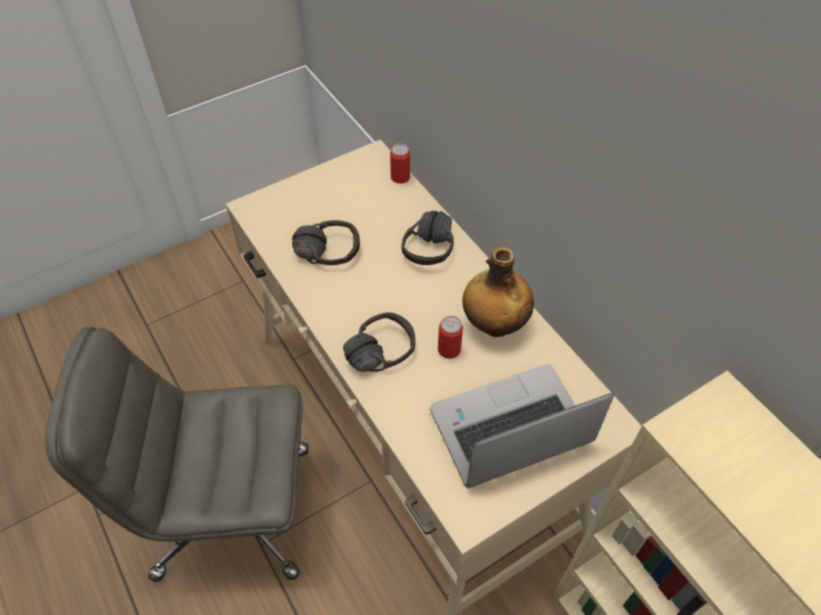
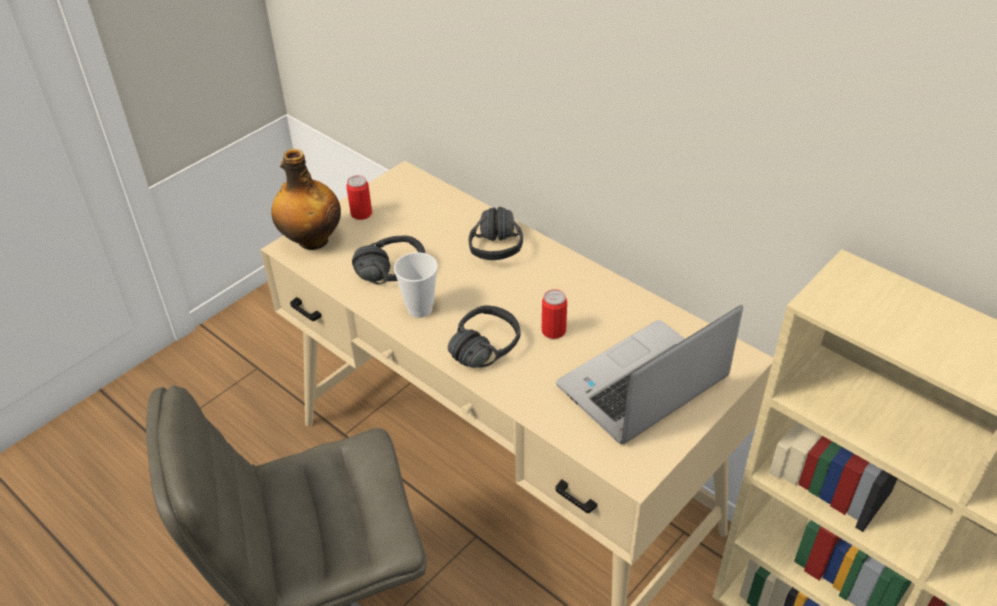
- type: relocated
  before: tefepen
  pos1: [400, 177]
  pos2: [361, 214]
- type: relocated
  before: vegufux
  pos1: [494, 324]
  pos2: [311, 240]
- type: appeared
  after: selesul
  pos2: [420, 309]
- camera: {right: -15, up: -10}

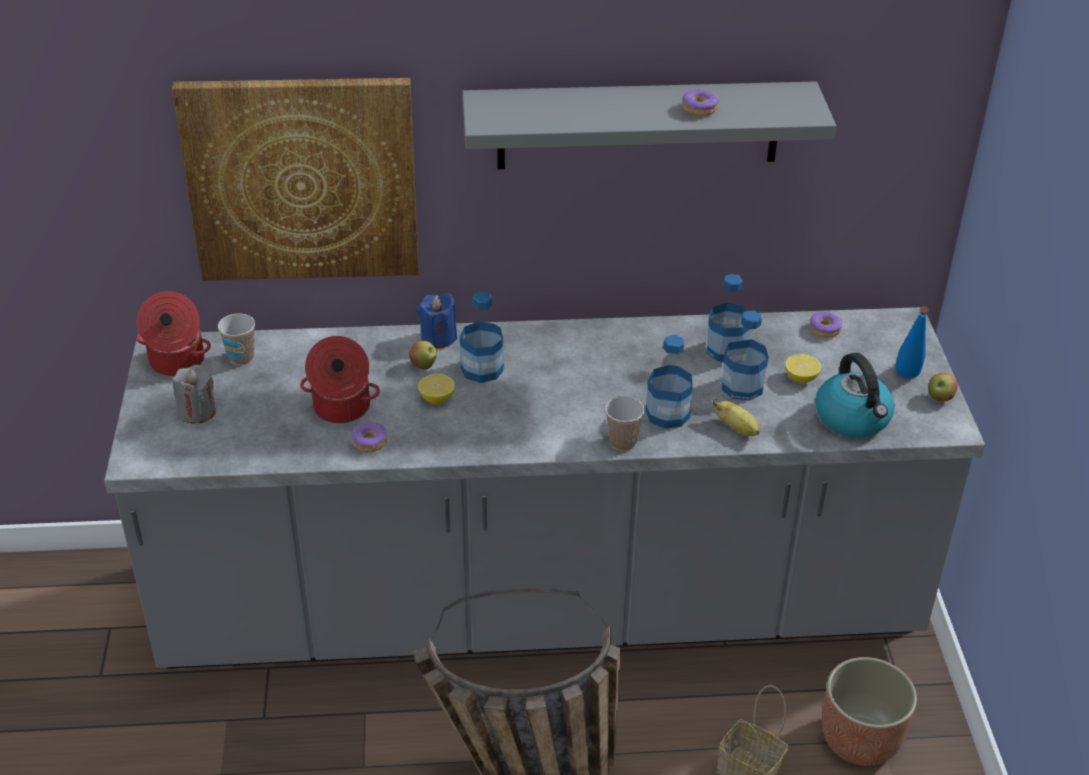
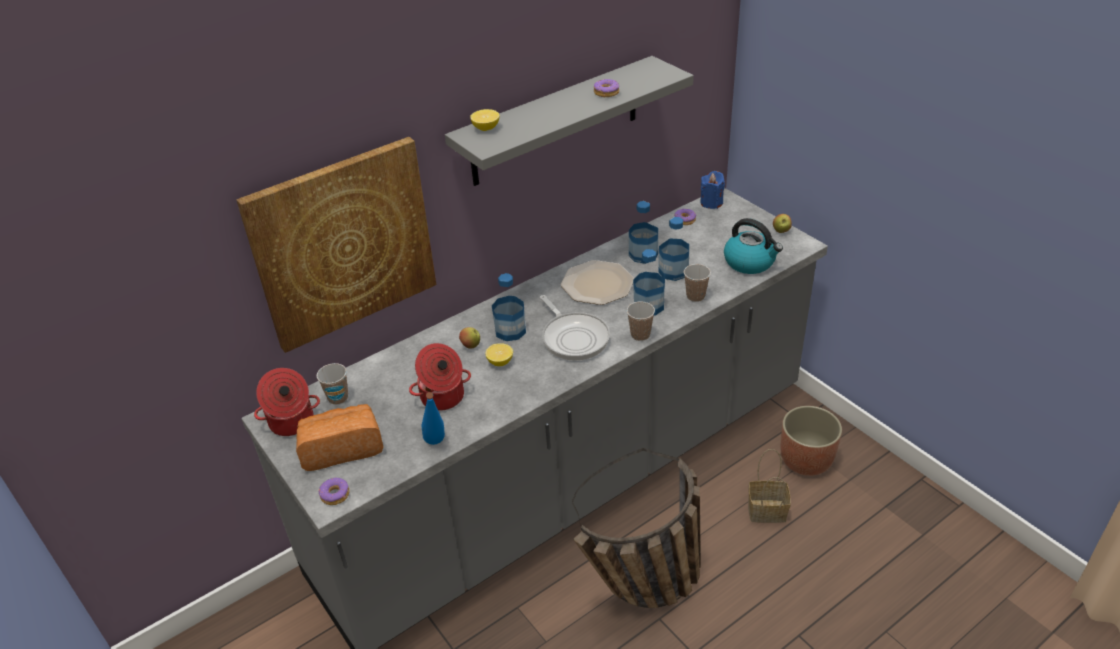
- type: relocated
  before: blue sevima
  pos1: [438, 338]
  pos2: [711, 202]
- type: relocated
  before: blue vegufux
  pos1: [906, 380]
  pos2: [437, 446]
- type: relocated
  before: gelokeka
  pos1: [801, 378]
  pos2: [486, 128]
- type: exchanged
  before: grey sevima
  after: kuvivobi
  pos1: [197, 412]
  pos2: [342, 448]
- type: exchanged
  before: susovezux
  after: selesul
  pos1: [737, 428]
  pos2: [695, 296]
- type: relocated
  before: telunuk
  pos1: [369, 442]
  pos2: [335, 495]
- type: appeared
  after: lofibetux
  pos2: [597, 283]
- type: appeared
  after: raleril
  pos2: [573, 337]
- camera: {right: -30, up: 0}

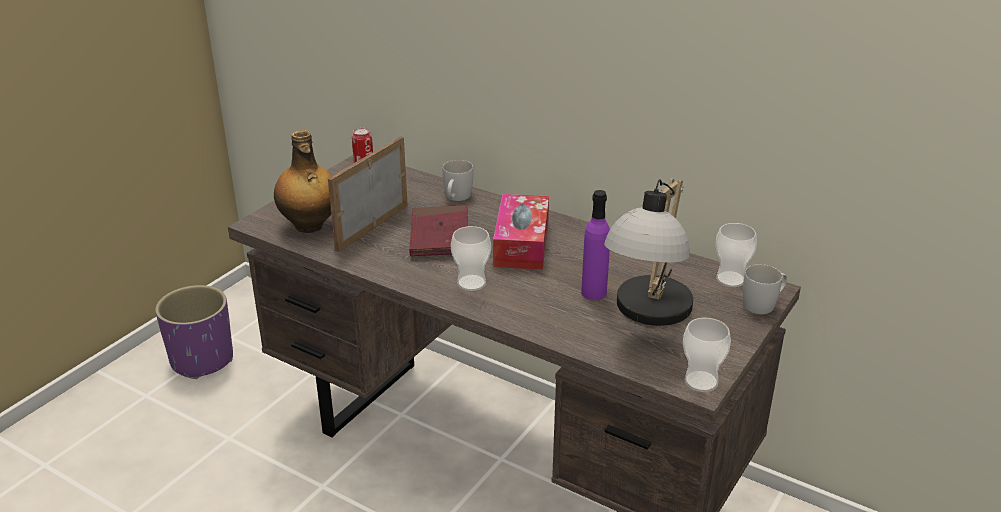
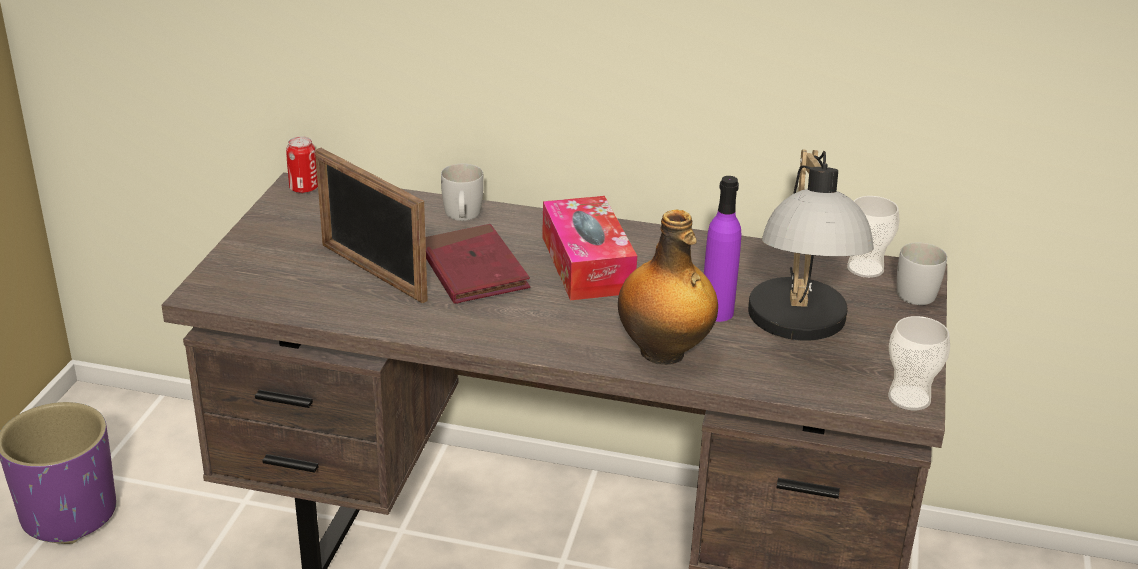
- type: relocated
  before: vegufux
  pos1: [309, 226]
  pos2: [664, 353]
- type: spun
  before: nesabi
  pos1: [372, 227]
  pos2: [372, 272]
  turn: -60
- type: missing
  before: selesul
  pos1: [471, 283]
- camera: {right: -20, up: 0}

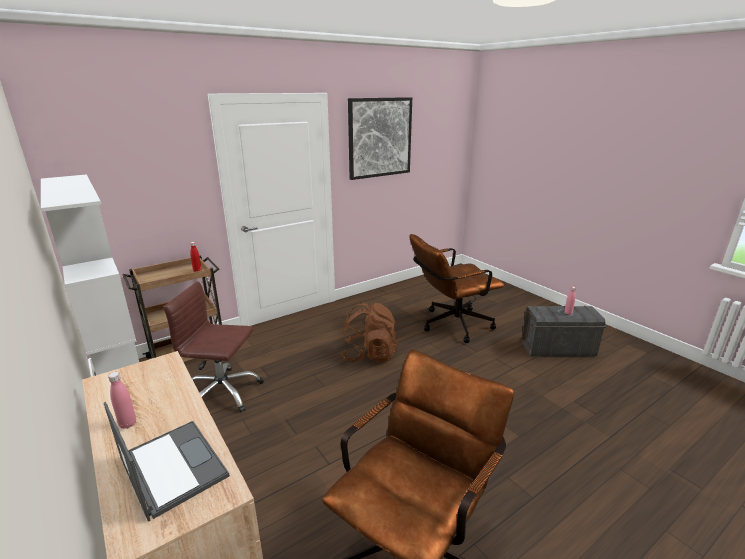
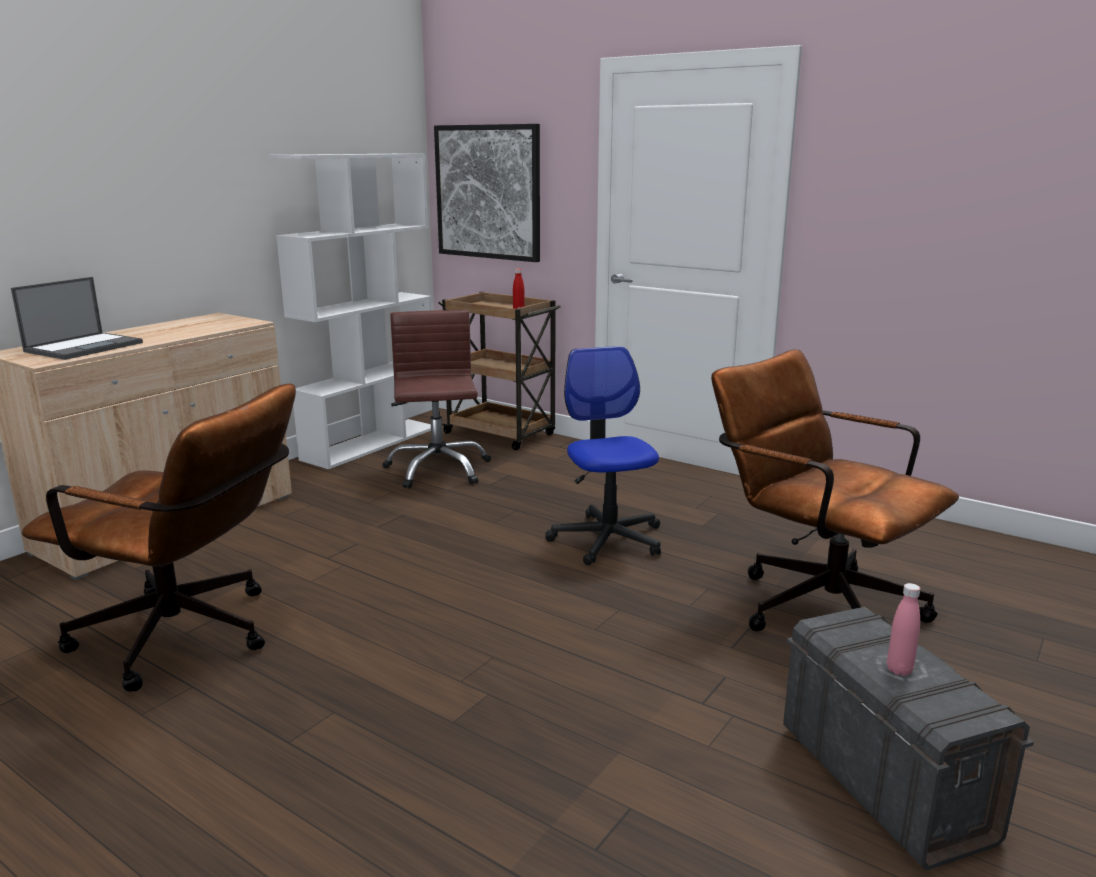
- type: relocated
  before: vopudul
  pos1: [380, 138]
  pos2: [488, 192]
- type: exchanged
  before: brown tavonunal
  after: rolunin
  pos1: [369, 355]
  pos2: [607, 539]
- type: missing
  before: pink vegufux
  pos1: [128, 424]
- camera: {right: 70, up: -5}

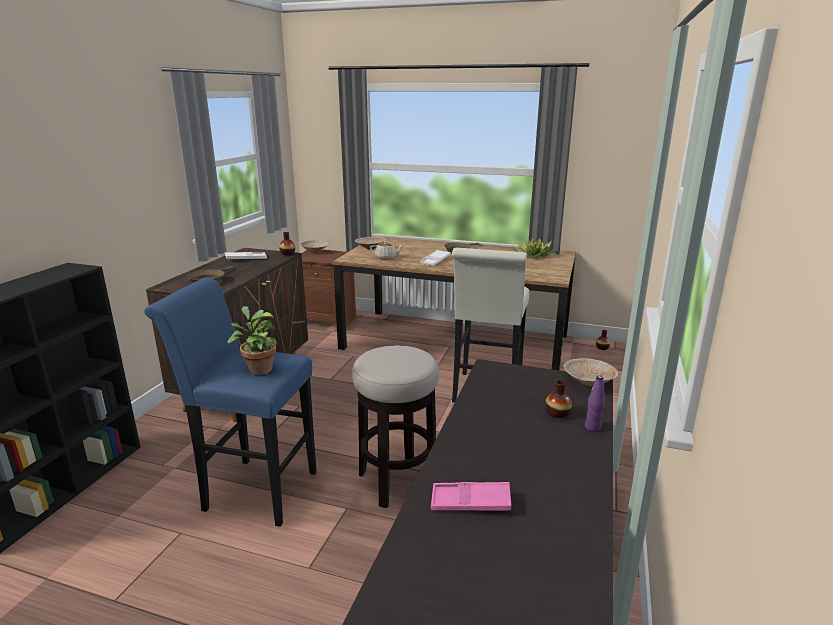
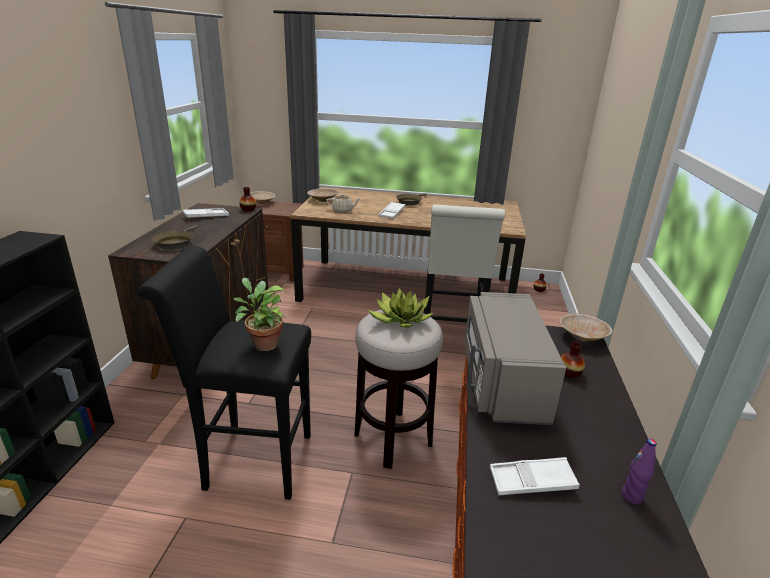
- type: relocated
  before: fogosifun
  pos1: [532, 256]
  pos2: [400, 319]
- type: colour
  before: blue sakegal
  after: black sakegal
  pos1: [253, 489]
  pos2: [250, 460]
- type: relocated
  before: purple vegufux
  pos1: [592, 427]
  pos2: [631, 496]
- type: colour
  before: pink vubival
  after: white vubival
  pos1: [470, 502]
  pos2: [532, 481]
- type: appeared
  after: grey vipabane
  pos2: [501, 382]
- camera: {right: -10, up: 5}

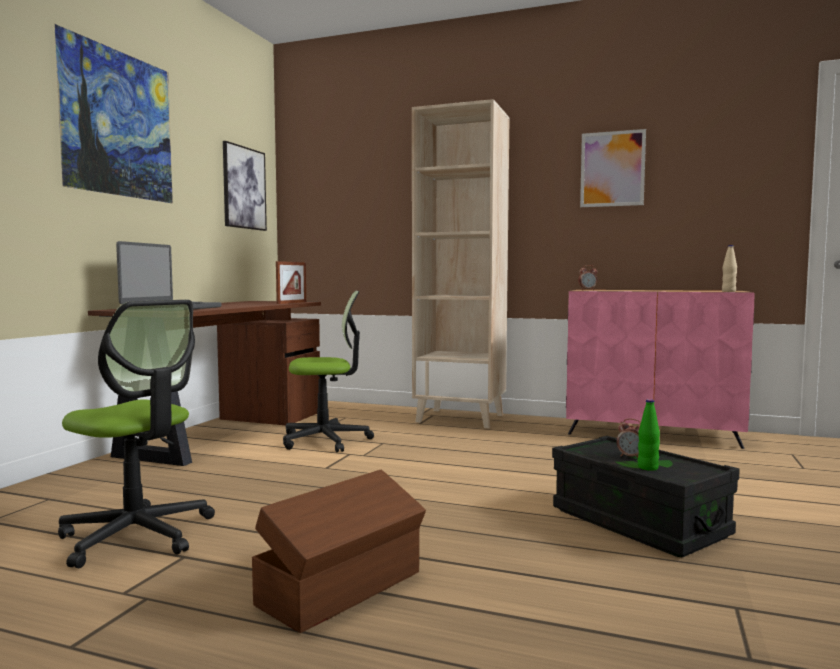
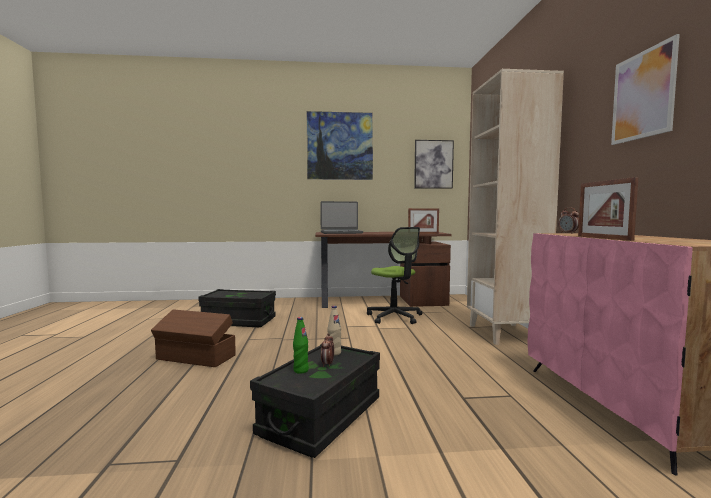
- type: relocated
  before: beige vegufux
  pos1: [728, 291]
  pos2: [334, 353]
- type: exchanged
  before: rolunin
  after: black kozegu
  pos1: [137, 535]
  pos2: [239, 321]
- type: appeared
  after: nesabi
  pos2: [603, 238]
- camera: {right: 65, up: 0}

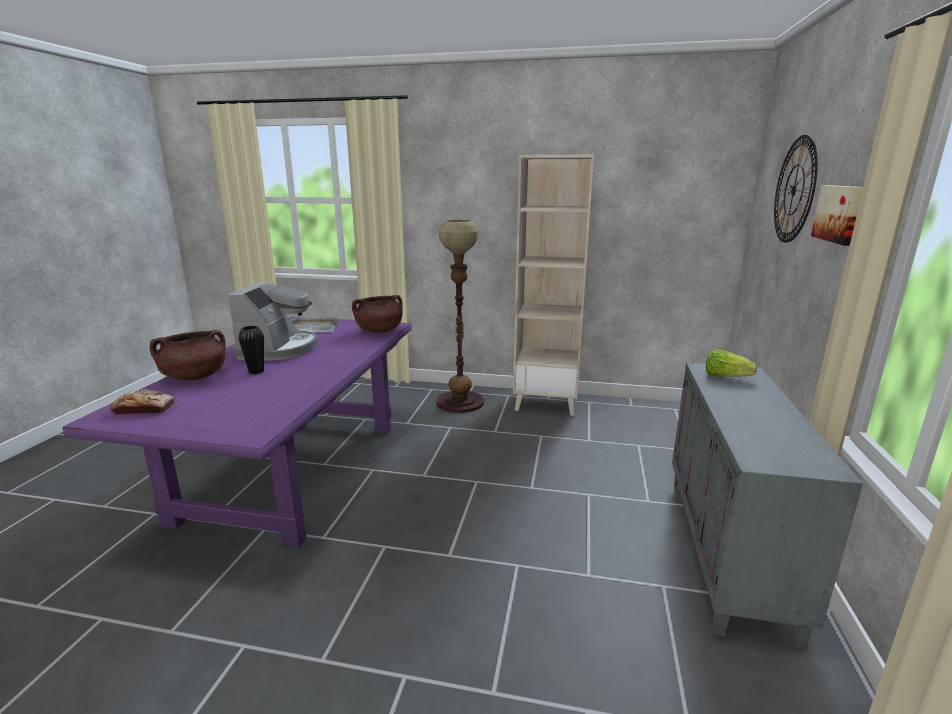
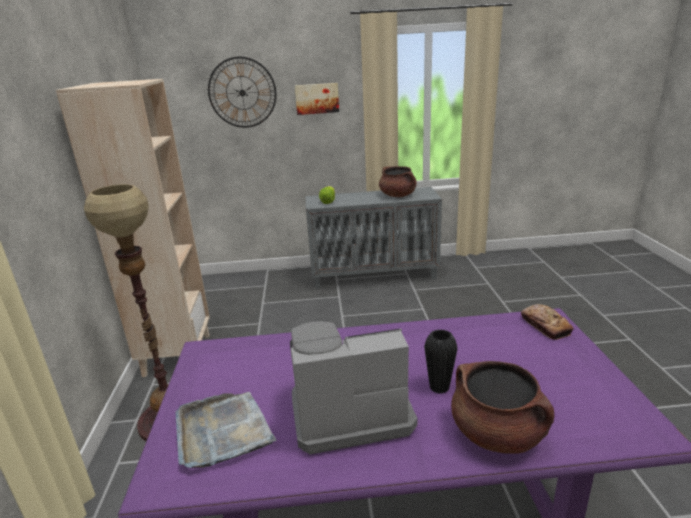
- type: relocated
  before: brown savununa
  pos1: [379, 331]
  pos2: [398, 195]
- type: relocated
  before: kuvivobi
  pos1: [144, 409]
  pos2: [545, 326]
- camera: {right: -105, up: 5}

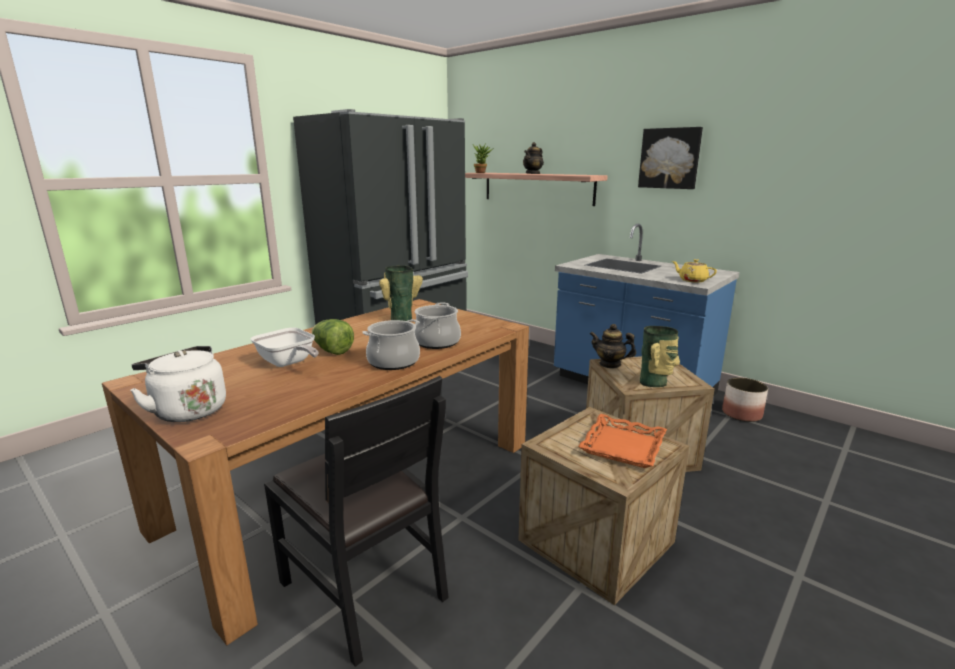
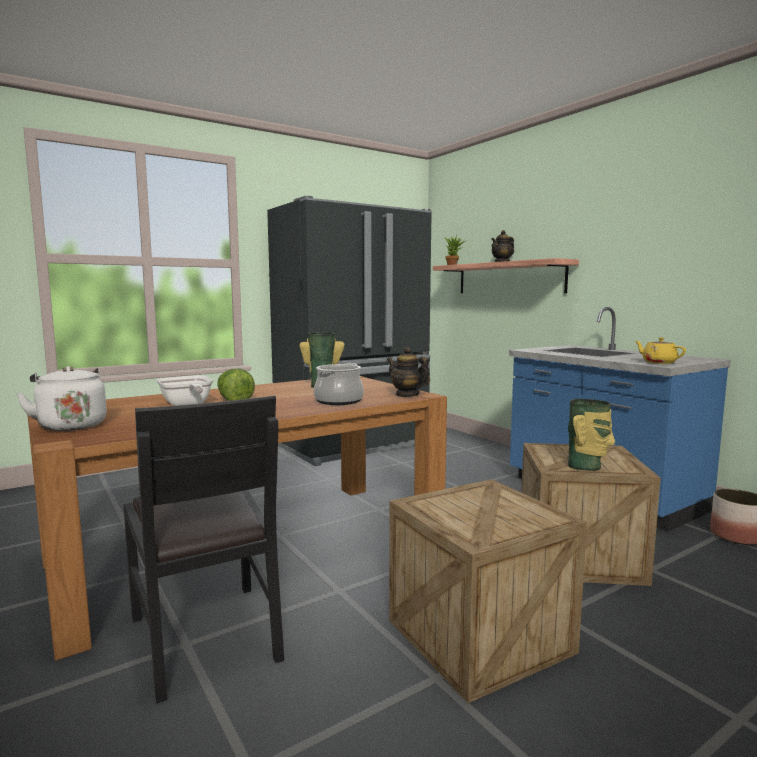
- type: missing
  before: vopudul
  pos1: [670, 158]
- type: missing
  before: savununa
  pos1: [393, 362]
- type: relocated
  before: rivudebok
  pos1: [610, 364]
  pos2: [407, 395]
- type: missing
  before: orange vubival
  pos1: [623, 446]
- camera: {right: 15, up: -10}

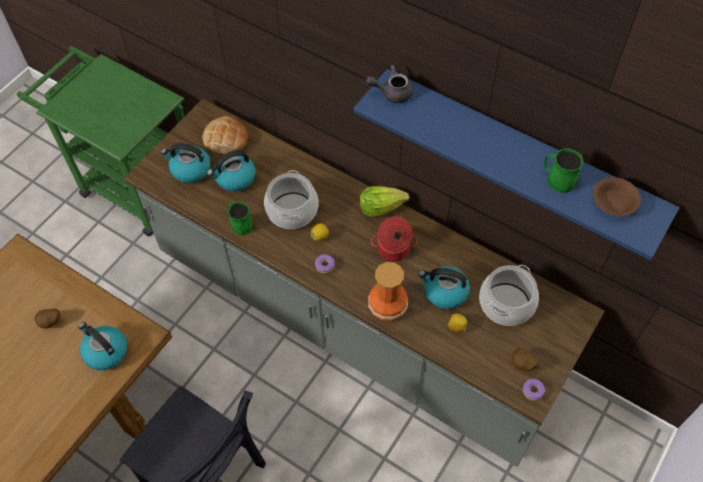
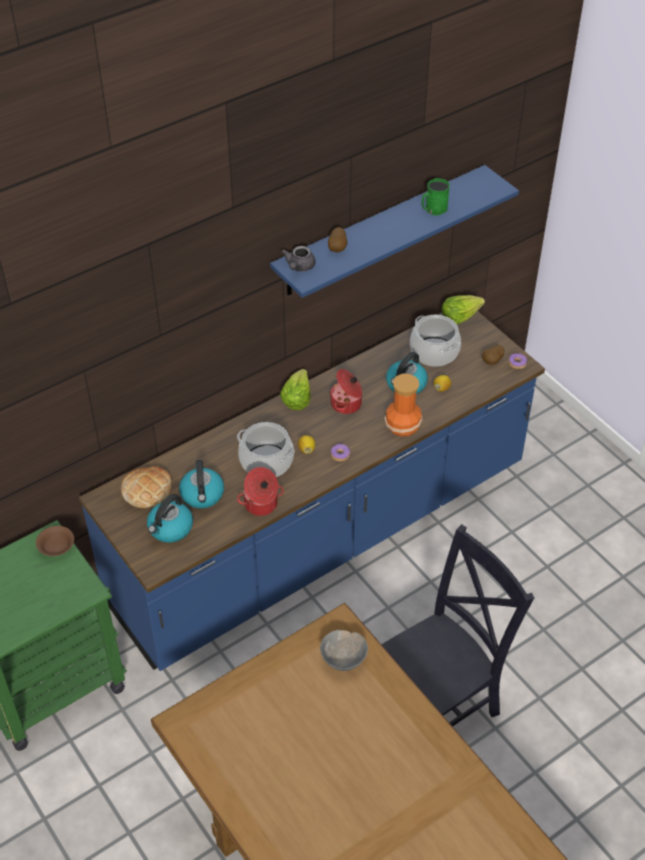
- type: colour
  before: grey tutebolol
  after: blue tutebolol
  pos1: [353, 320]
  pos2: [322, 536]
- type: relocated
  before: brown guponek
  pos1: [613, 203]
  pos2: [56, 547]
- type: exchanged
  before: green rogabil
  after: savununa
  pos1: [240, 224]
  pos2: [261, 505]
- type: relocated
  before: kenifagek
  pos1: [51, 323]
  pos2: [338, 248]
- type: exchanged
  before: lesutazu
  after: grey guponek
  pos1: [105, 352]
  pos2: [343, 660]
- type: appeared
  after: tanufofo
  pos2: [460, 316]
- camera: {right: -70, up: -10}

